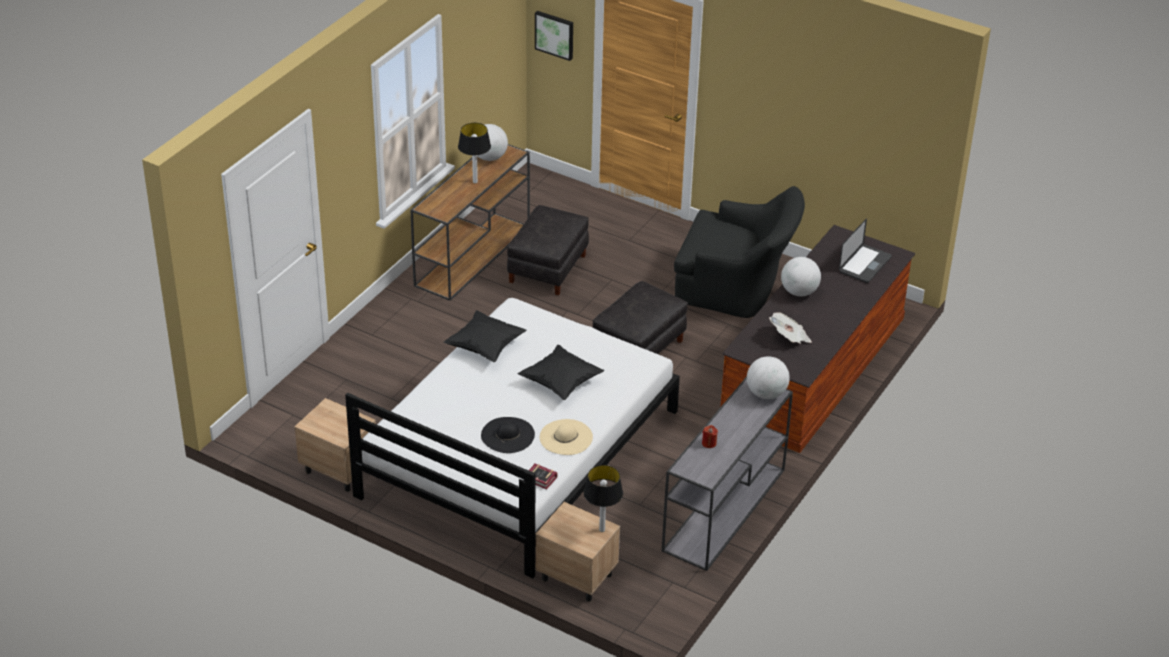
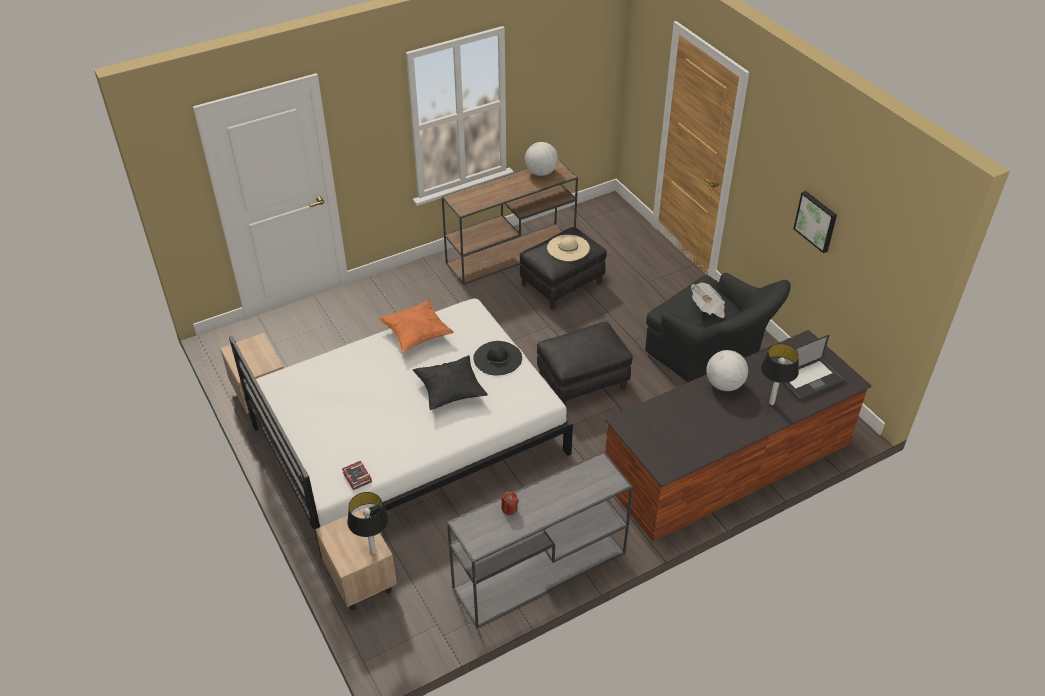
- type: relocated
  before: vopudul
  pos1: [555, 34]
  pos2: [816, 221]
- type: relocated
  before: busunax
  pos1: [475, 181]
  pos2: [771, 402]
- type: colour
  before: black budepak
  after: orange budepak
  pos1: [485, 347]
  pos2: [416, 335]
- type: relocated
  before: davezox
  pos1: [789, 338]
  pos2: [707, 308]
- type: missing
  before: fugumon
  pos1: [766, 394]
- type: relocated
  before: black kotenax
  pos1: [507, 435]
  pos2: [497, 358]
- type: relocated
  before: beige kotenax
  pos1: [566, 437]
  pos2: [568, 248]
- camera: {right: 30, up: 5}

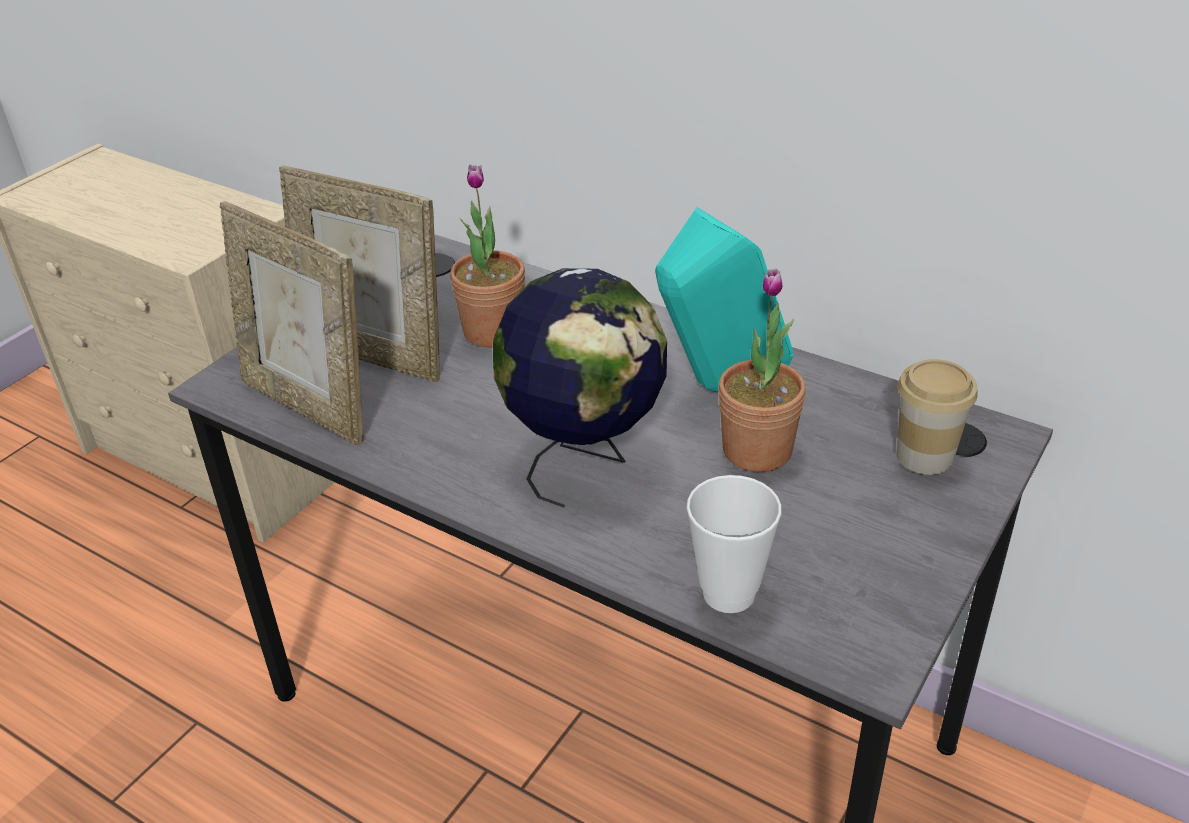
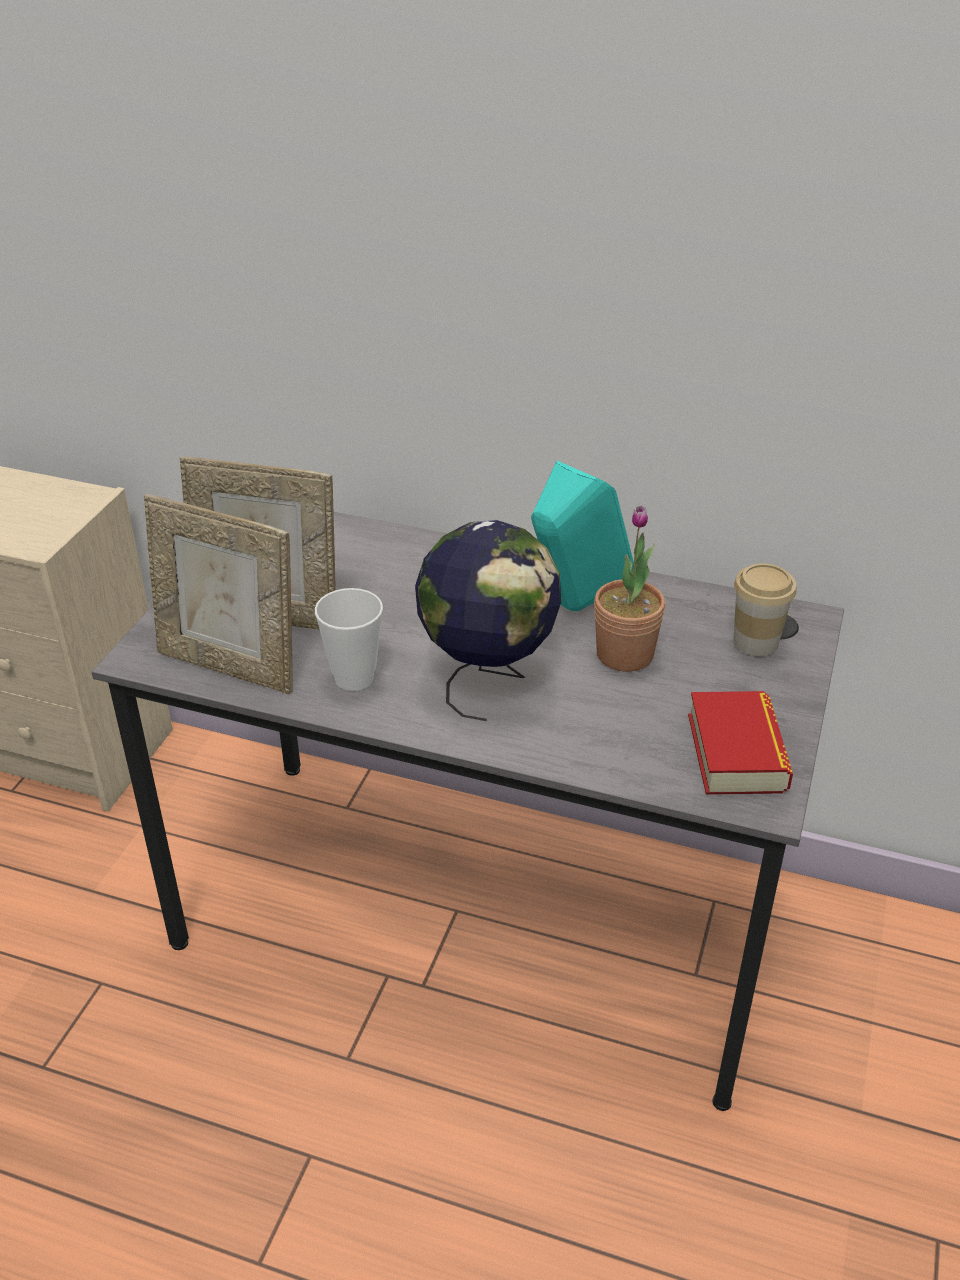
- type: missing
  before: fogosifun
  pos1: [493, 331]
- type: relocated
  before: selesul
  pos1: [728, 593]
  pos2: [354, 678]
- type: appeared
  after: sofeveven
  pos2: [736, 752]
- camera: {right: -15, up: 0}

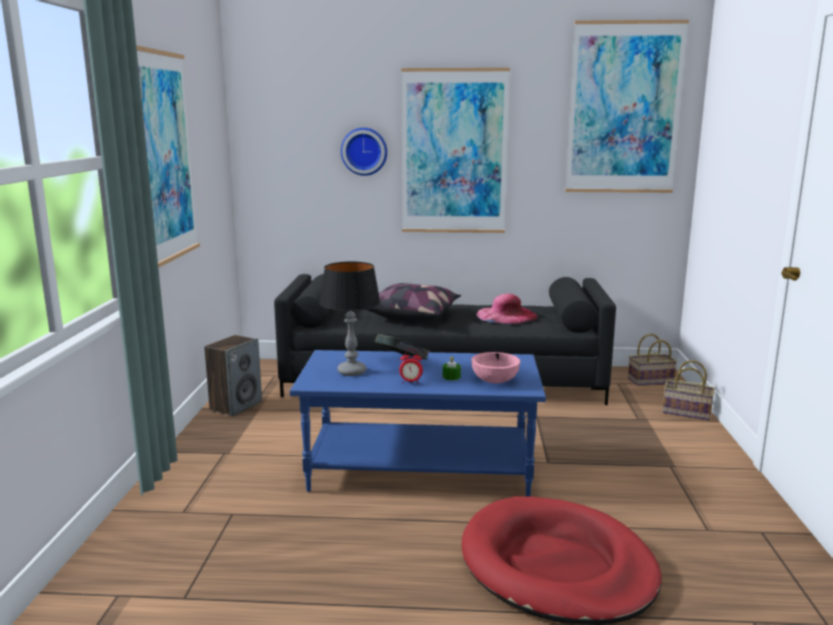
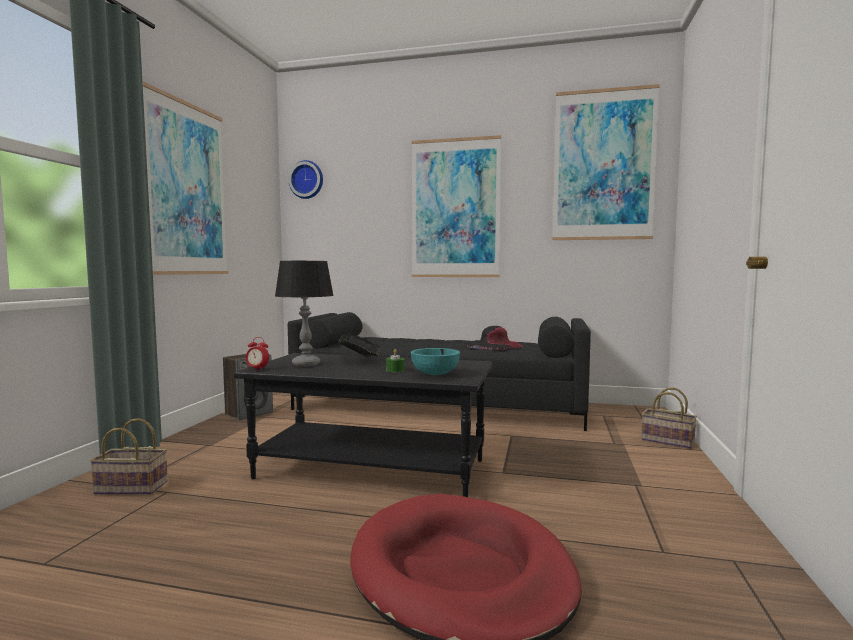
- type: relocated
  before: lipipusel
  pos1: [364, 151]
  pos2: [307, 180]
- type: missing
  before: budepak
  pos1: [412, 316]
- type: colour
  before: pink kotenax
  after: black kotenax
  pos1: [506, 315]
  pos2: [494, 345]
- type: relocated
  before: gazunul
  pos1: [650, 381]
  pos2: [129, 488]
- type: relocated
  before: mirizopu
  pos1: [410, 382]
  pos2: [257, 369]
- type: colour
  before: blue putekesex
  after: black putekesex
  pos1: [421, 469]
  pos2: [373, 469]
- type: colour
  before: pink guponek
  after: turquoise guponek
  pos1: [495, 381]
  pos2: [435, 374]
- camera: {right: 10, up: -10}

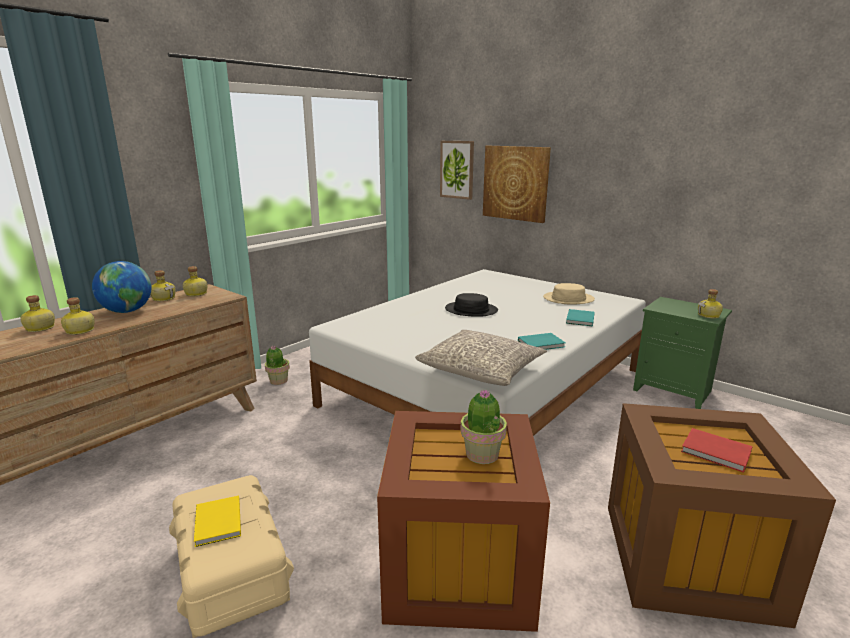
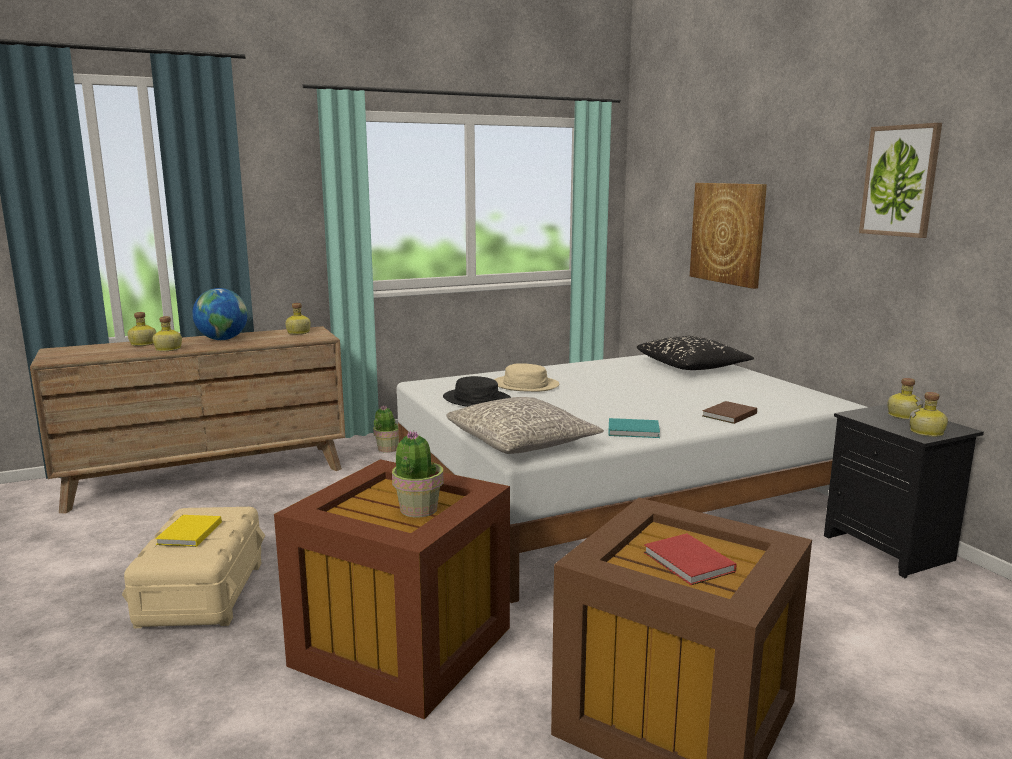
- type: relocated
  before: vopudul
  pos1: [457, 169]
  pos2: [900, 181]
- type: relocated
  before: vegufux
  pos1: [164, 298]
  pos2: [903, 415]
- type: relocated
  before: beige kotenax
  pos1: [568, 299]
  pos2: [525, 385]
- type: relocated
  before: black kotenax
  pos1: [471, 310]
  pos2: [476, 400]
- type: colour
  before: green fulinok
  after: black fulinok
  pos1: [674, 391]
  pos2: [891, 549]
- type: colour
  before: turquoise sofeveven
  after: brown sofeveven
  pos1: [579, 319]
  pos2: [728, 415]
- type: appeared
  after: black budepak
  pos2: [692, 367]
- camera: {right: 25, up: -5}

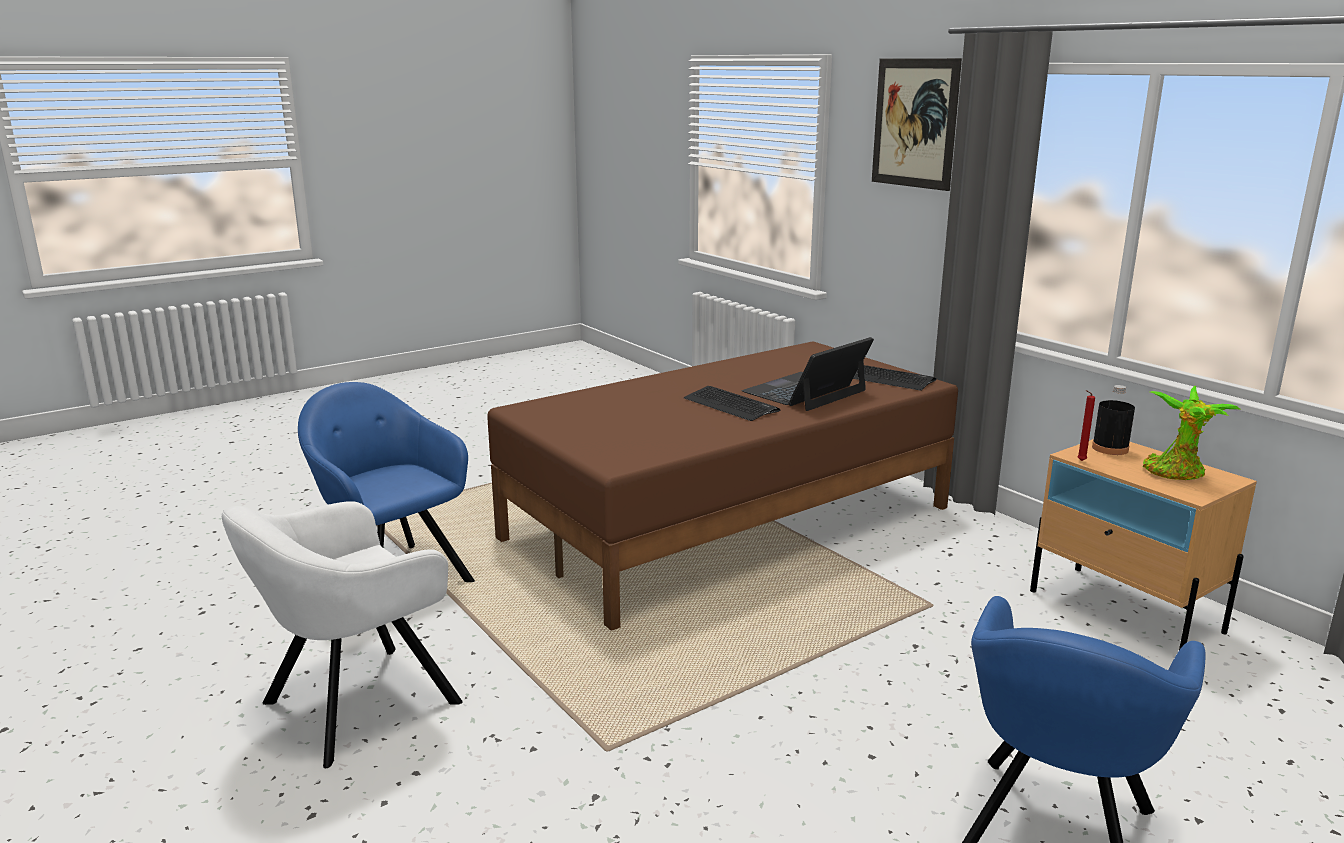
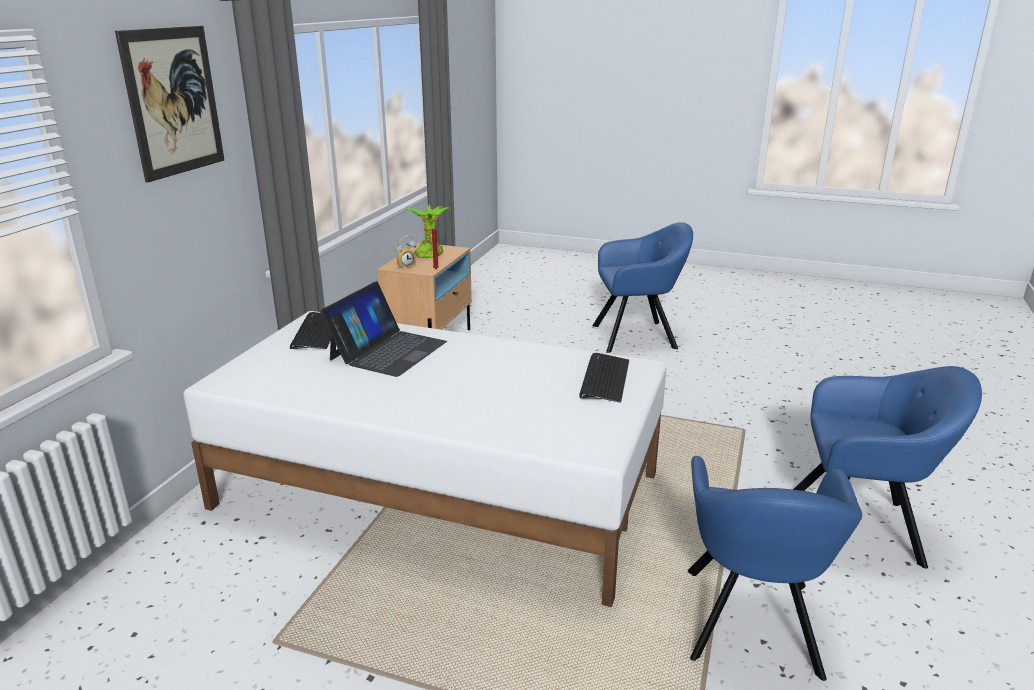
- type: spun
  before: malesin
  pos1: [805, 391]
  pos2: [387, 350]
  turn: -75
- type: colour
  before: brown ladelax
  after: white ladelax
  pos1: [731, 523]
  pos2: [437, 489]
- type: exchanged
  before: black vegufux
  after: mirizopu
  pos1: [1110, 448]
  pos2: [405, 266]
- type: relocated
  before: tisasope
  pos1: [730, 405]
  pos2: [604, 378]
- type: colour
  before: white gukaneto
  after: blue gukaneto
  pos1: [354, 706]
  pos2: [862, 527]
- camera: {right: -125, up: 5}

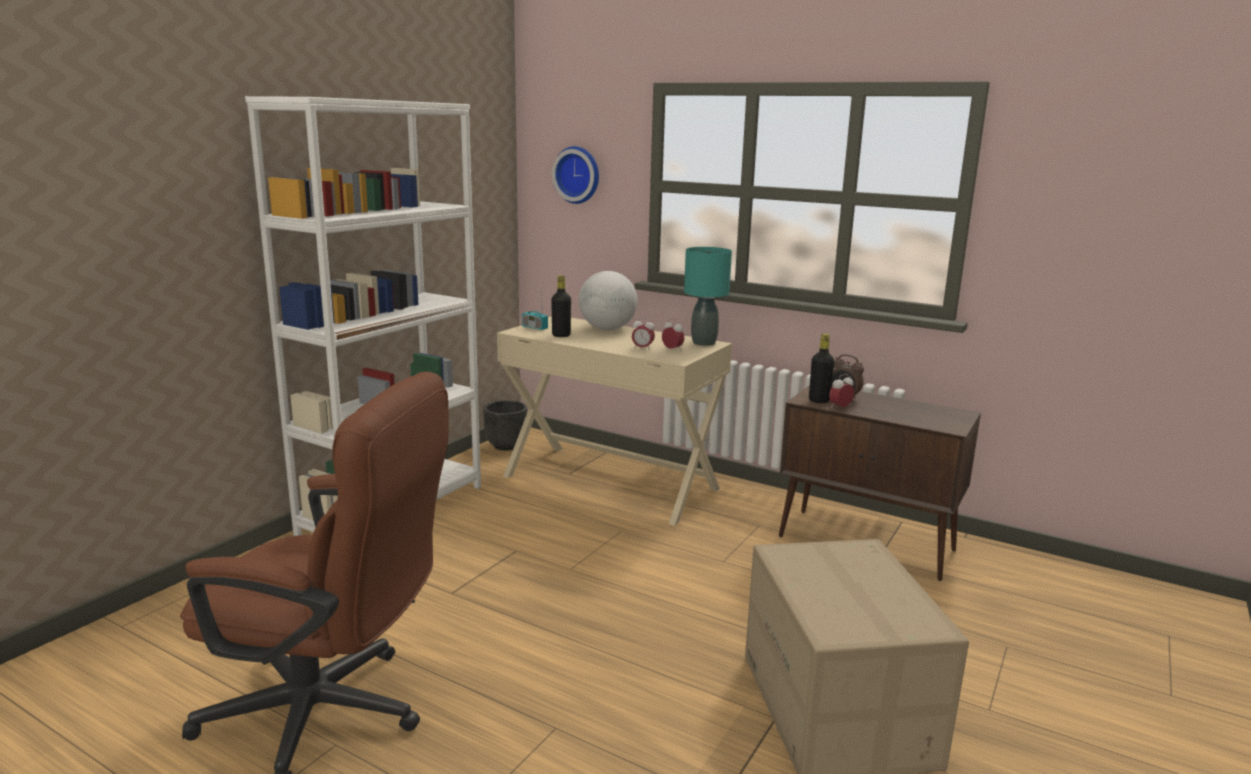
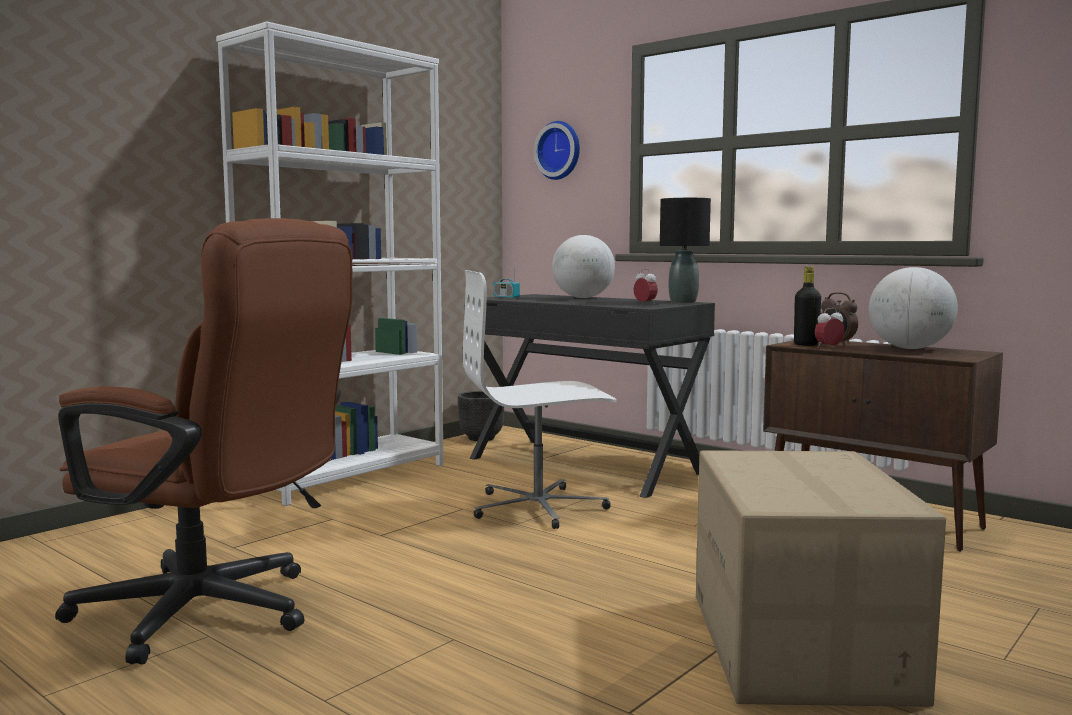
- type: colour
  before: turquoise busunax
  after: black busunax
  pos1: [703, 343]
  pos2: [682, 302]
- type: missing
  before: black vegufux
  pos1: [561, 335]
- type: colour
  before: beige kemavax
  after: black kemavax
  pos1: [611, 482]
  pos2: [585, 465]
- type: missing
  before: mirizopu
  pos1: [642, 348]
- type: appeared
  after: fugumon
  pos2: [910, 348]
- type: appeared
  after: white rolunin
  pos2: [539, 507]
- camera: {right: 10, up: -10}

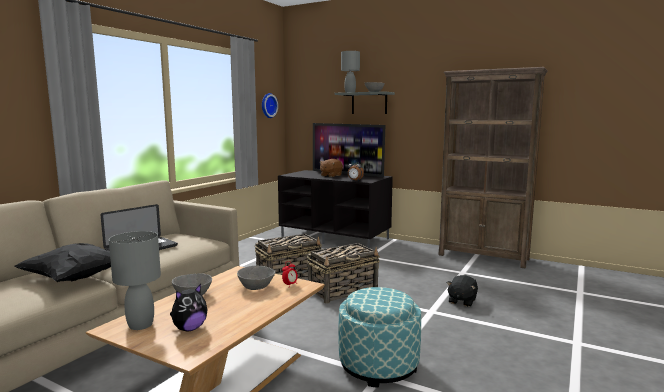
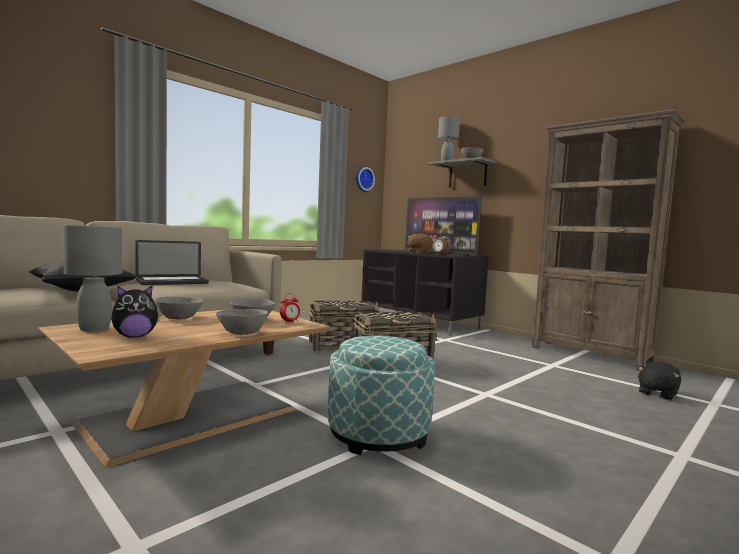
- type: relocated
  before: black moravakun
  pos1: [461, 301]
  pos2: [657, 393]
- type: appeared
  after: grey guponek
  pos2: [243, 332]
- camera: {right: 15, up: -5}

